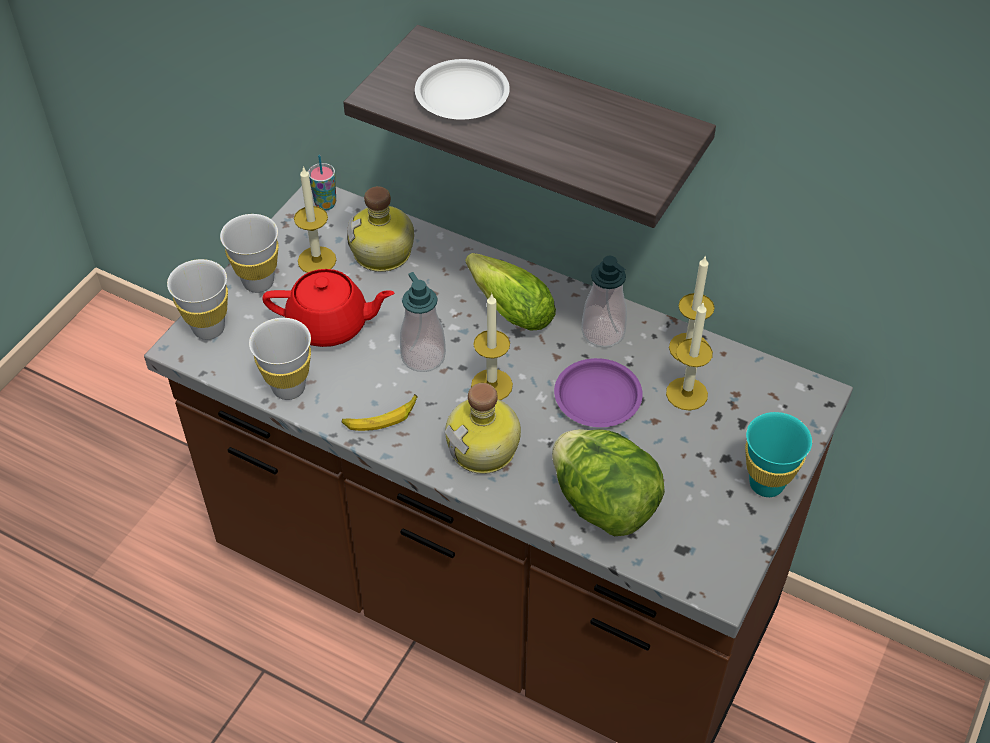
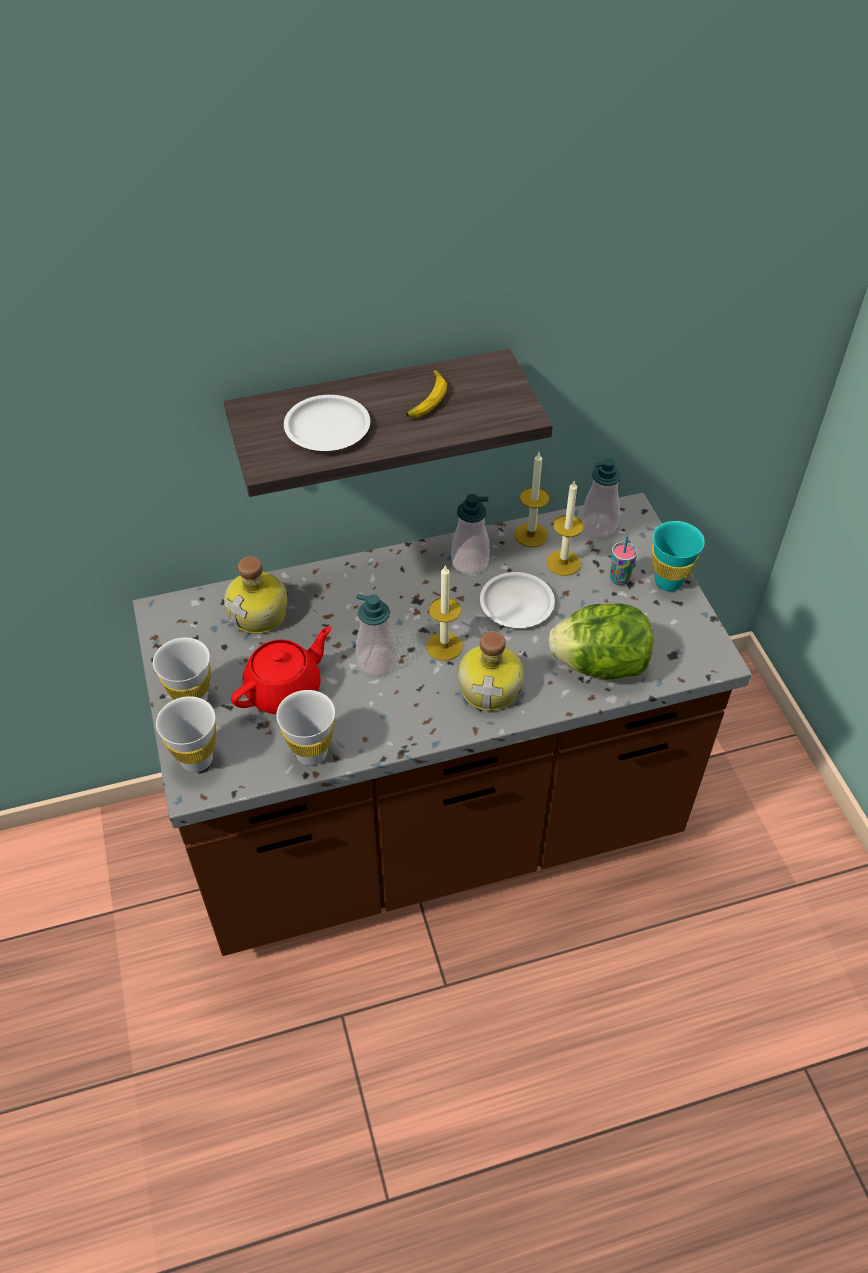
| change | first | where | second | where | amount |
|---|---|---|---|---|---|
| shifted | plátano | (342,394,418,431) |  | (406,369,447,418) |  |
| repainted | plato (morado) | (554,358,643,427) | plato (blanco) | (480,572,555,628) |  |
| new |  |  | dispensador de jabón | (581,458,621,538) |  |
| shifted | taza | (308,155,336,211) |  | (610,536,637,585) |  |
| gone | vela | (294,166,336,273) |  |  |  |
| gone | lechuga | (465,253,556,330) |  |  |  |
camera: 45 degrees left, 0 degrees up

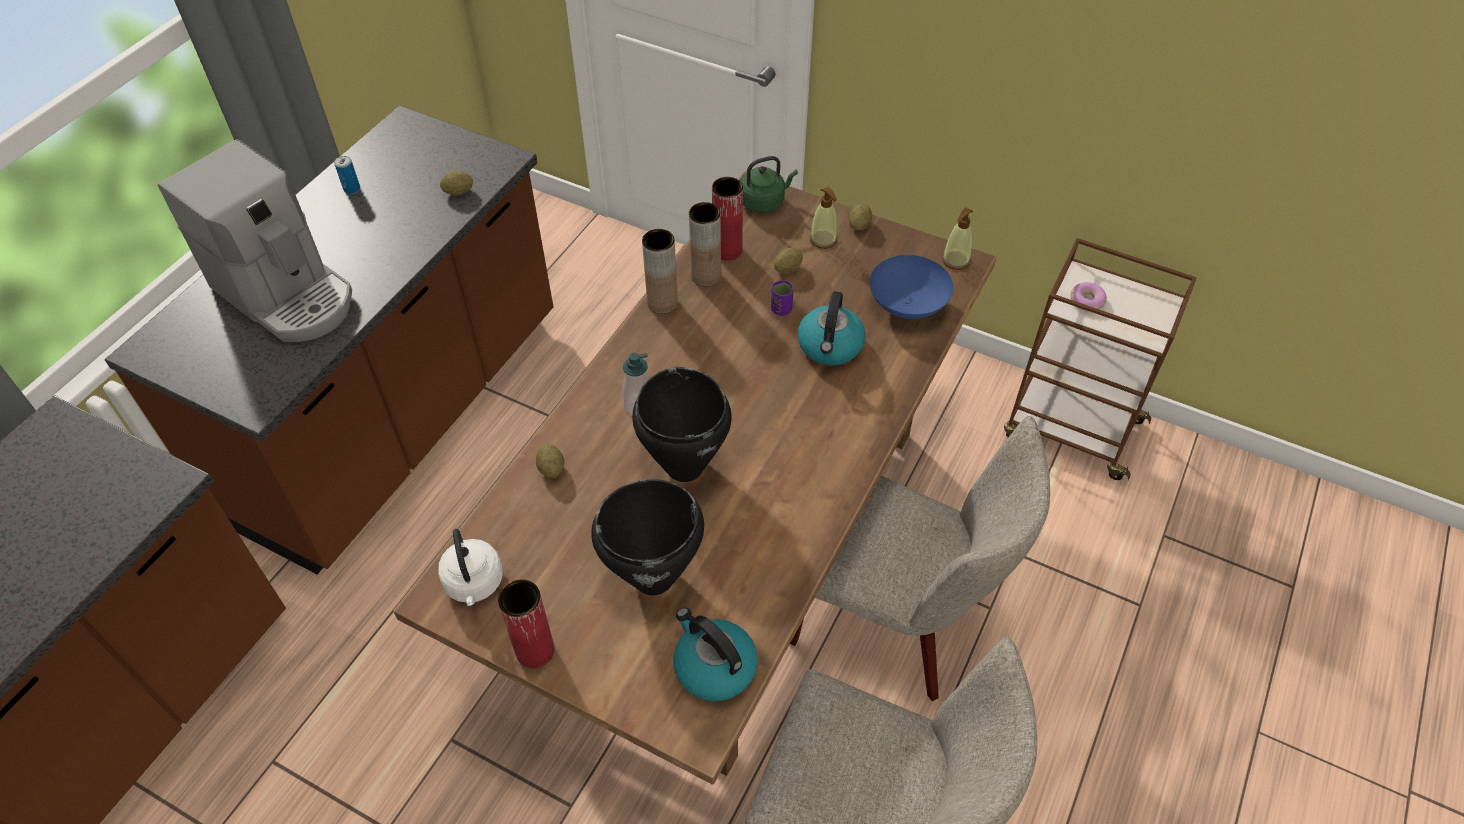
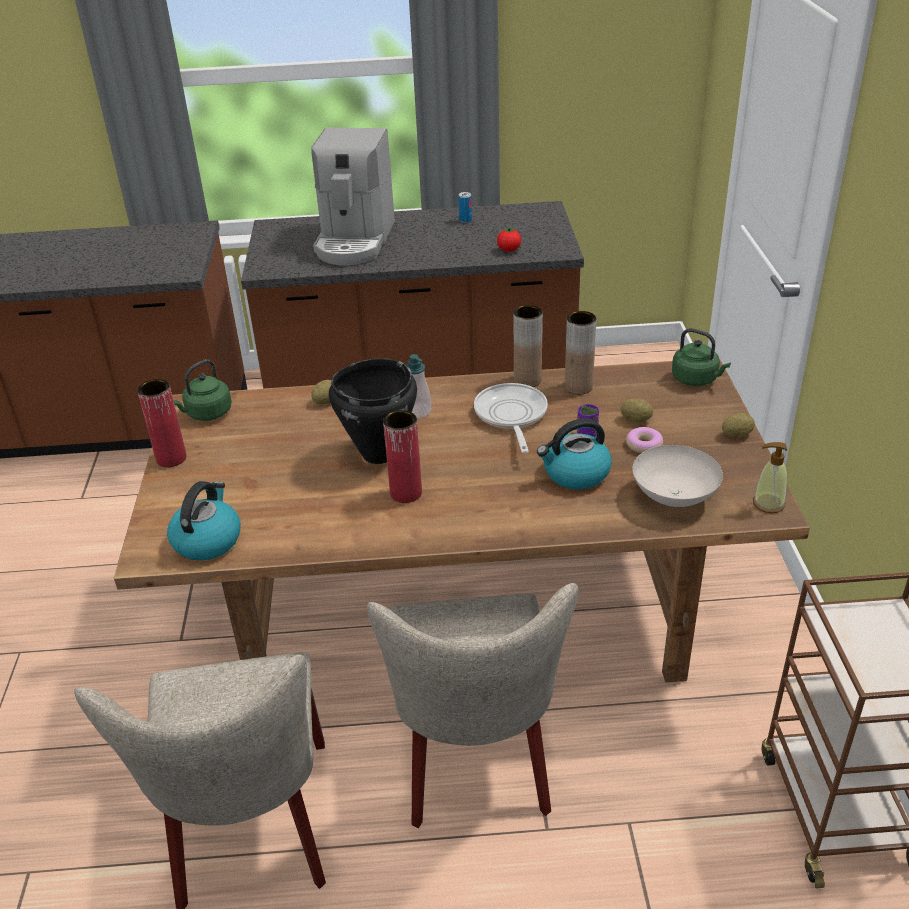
| change | first | where | second | where | amount |
|---|---|---|---|---|---|
| repainted | hervidor (blanco) | (438,529,503,606) | hervidor (verde) | (174,359,232,421) |  |
| shifted | florero (rojo) | (712,177,743,261) |  | (383,410,422,503) |  |
| new |  |  | sartén | (474,383,548,454) |  |
| swapped | patata | (440,171,473,195) | tomate | (497,227,521,252) |  |
| shifted | rosquilla | (1070,282,1107,311) |  | (626,427,663,453) |  |
| repainted | cuenco (azul) | (870,255,953,319) | cuenco (blanco) | (632,445,723,507) |  |
| gone | olla (negro) | (591,479,704,595) |  |  |  |
| gone | dispensador de jabón | (810,187,837,249) |  |  |  |
camera: 60 degrees right, 15 degrees down

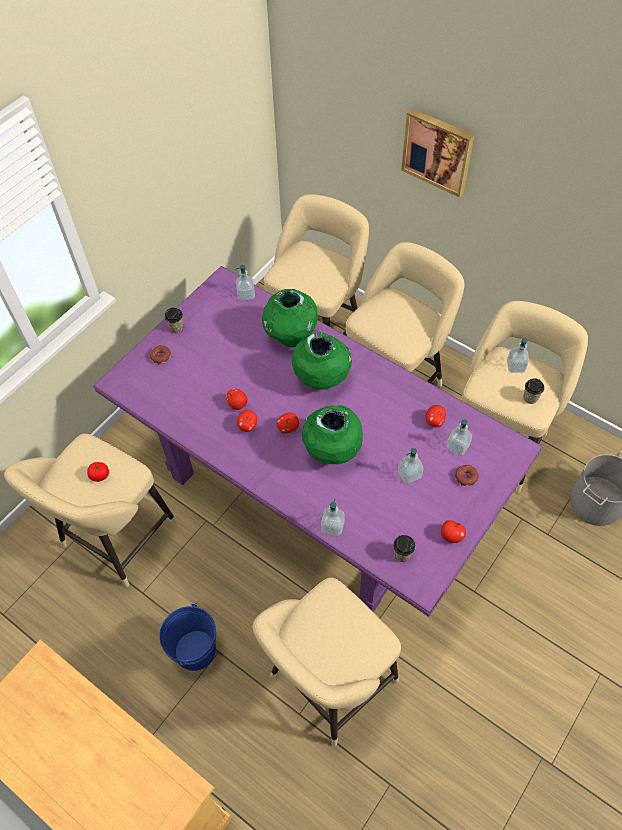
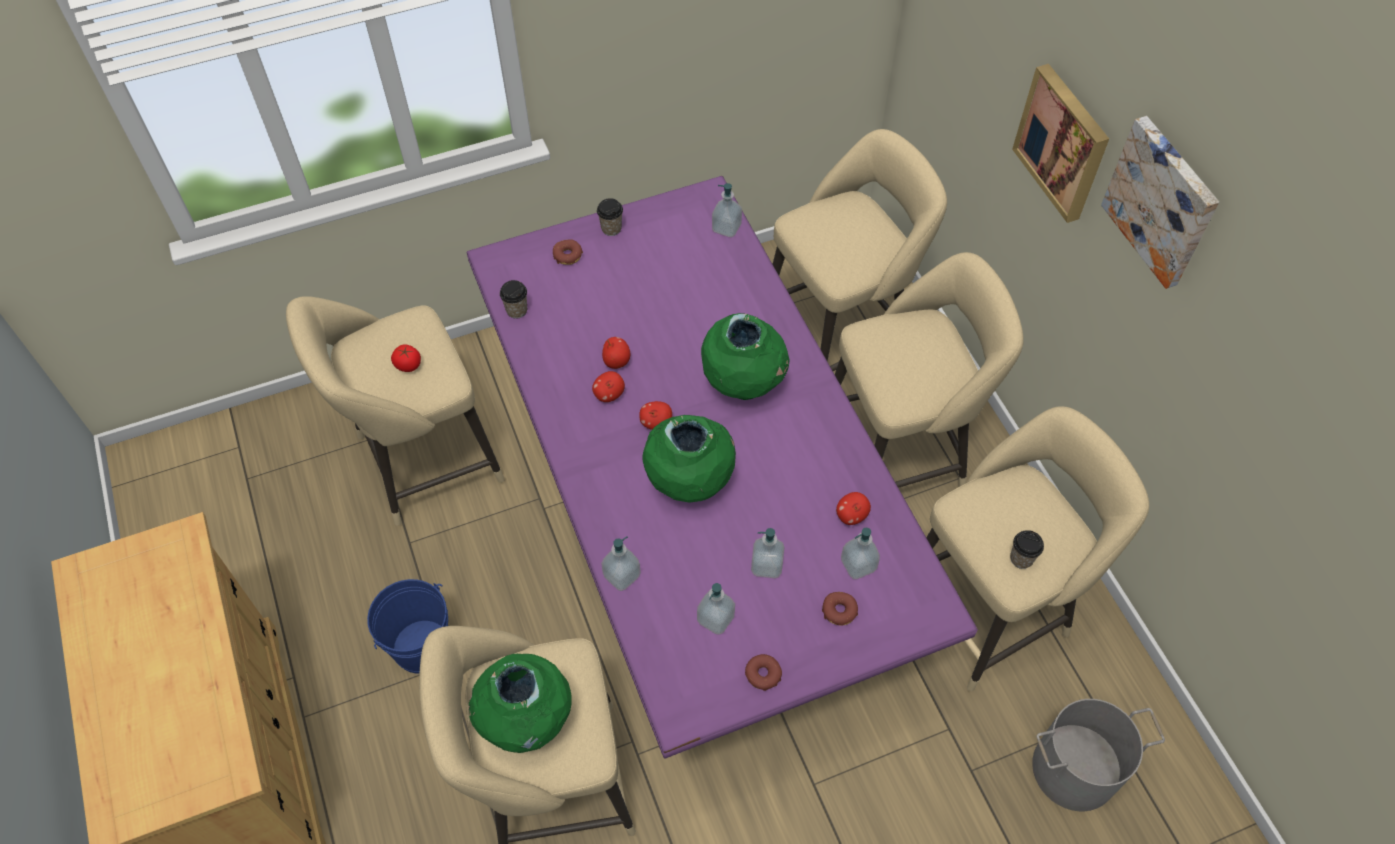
| change | first | where | second | where | amount |
|---|---|---|---|---|---|
| shifted | florero (verde) | (262,289,318,348) |  | (468,654,571,753) |  |
| shifted | taza | (393,535,415,562) |  | (500,280,527,319) |  |
| shifted | dispensador de jabón | (507,338,529,373) |  | (697,583,735,635) |  |
| swapped | manzana | (441,520,466,543) | rosquilla | (745,654,782,691) |  |
| new |  |  | cuadro | (1101,116,1219,289) |  |
camera: 30 degrees right, 0 degrees up

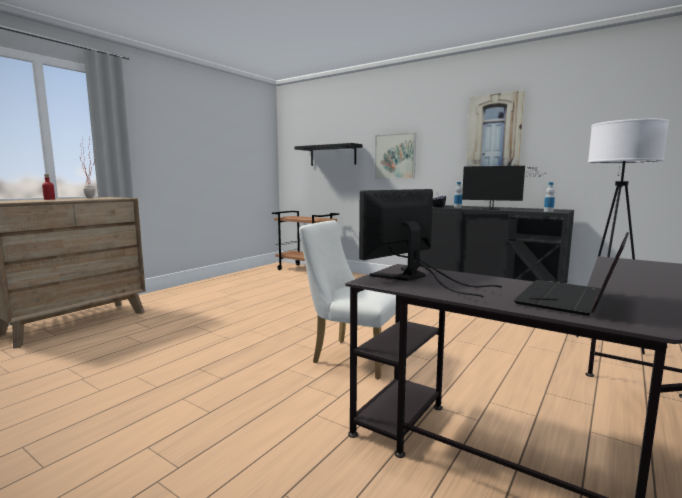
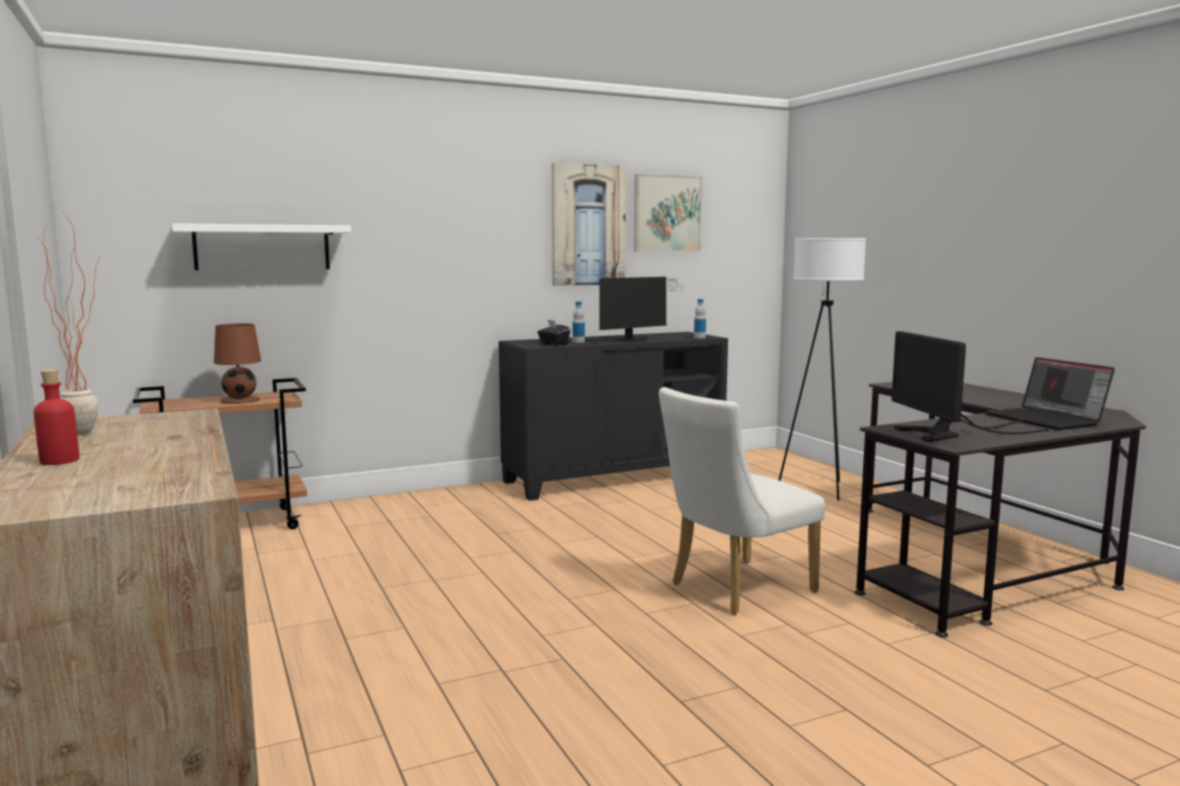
| change | first | where | second | where | amount |
|---|---|---|---|---|---|
| repainted | estante (negro) | (294,143,362,166) | estante (blanco) | (172,223,351,270) |  |
| new |  |  | lámpara de mesa (marrón) | (214,323,261,404) |  |
| shifted | cuadro | (375,133,416,179) |  | (634,174,702,252) |  |
camera: 60 degrees left, 0 degrees up

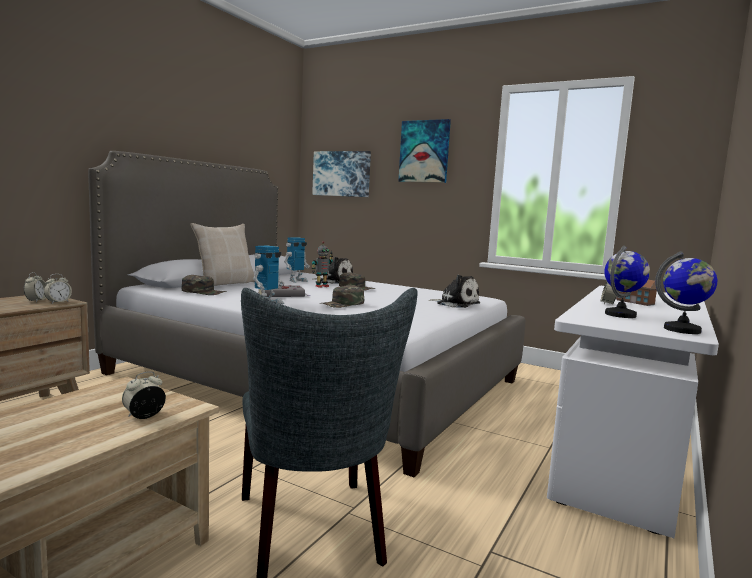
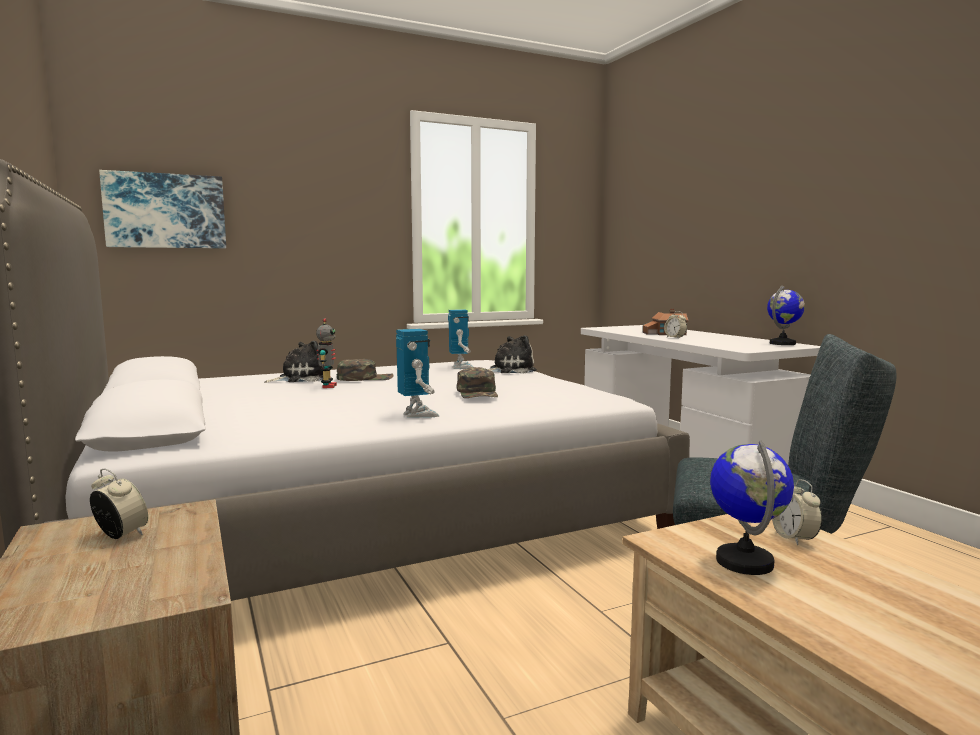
| change | first | where | second | where | amount |
|---|---|---|---|---|---|
| shifted | robot de juguete | (284,237,310,283) |  | (448,309,474,369) |  |
| shifted | globo terráqueo | (604,246,650,318) |  | (710,440,794,575) |  |
| gone | despertador | (44,274,72,303) |  |  |  |
| gone | gorra (verde) | (182,275,227,295) |  |  |  |
| gone | cojín (beis) | (191,223,255,286) |  |  |  |
| gone | libro (gris) | (258,285,311,297) |  |  |  |
| gone | cuadro | (398,119,451,183) |  |  |  |
camera: 55 degrees left, 0 degrees up

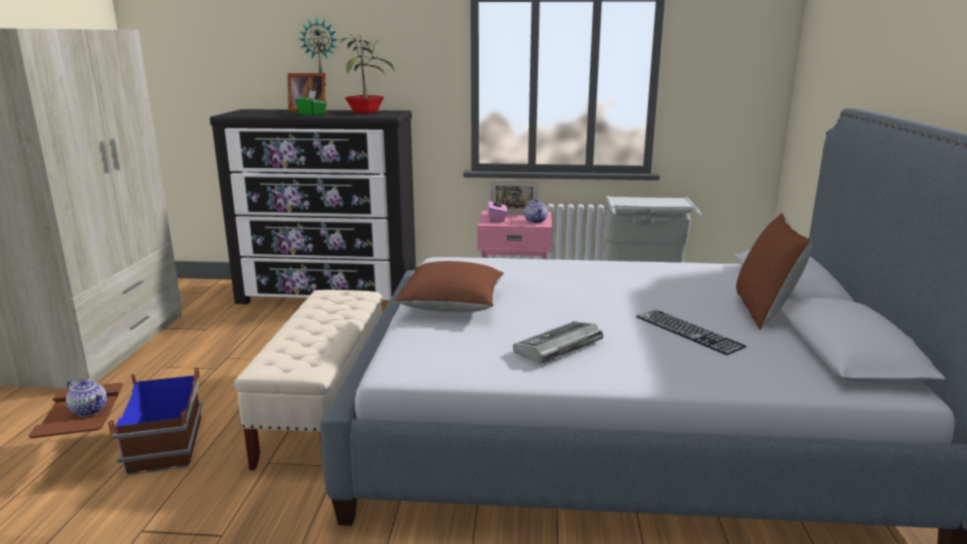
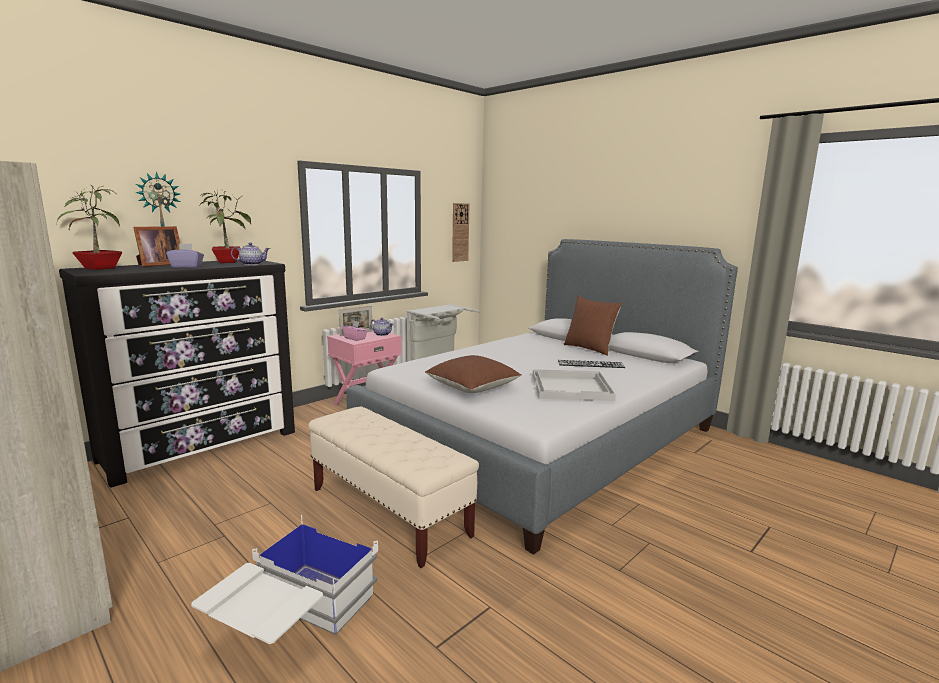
| change | first | where | second | where | amount |
|---|---|---|---|---|---|
| new |  |  | planta en maceta | (57,186,122,270) |  |
| repainted | caja de pañuelos (verde) | (295,91,327,116) | caja de pañuelos (morado) | (166,243,204,268) |  |
| repainted | caja de almacenaje (marrón) | (29,367,203,475) | caja de almacenaje (blanco) | (191,515,378,644) |  |
| shifted | tetera | (66,379,107,416) |  | (231,242,270,265) |  |
| new |  |  | reloj de pared | (452,203,469,262) |  |
| swapped | teclado | (513,321,603,363) | bandeja (blanco) | (533,369,616,401) |  |
camera: 50 degrees left, 5 degrees down

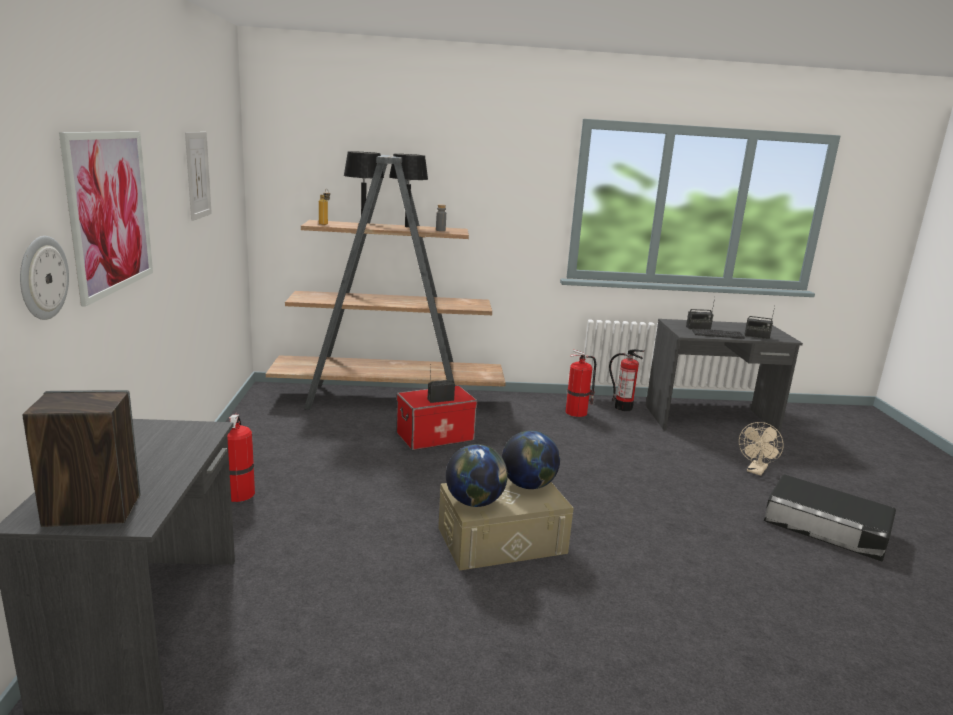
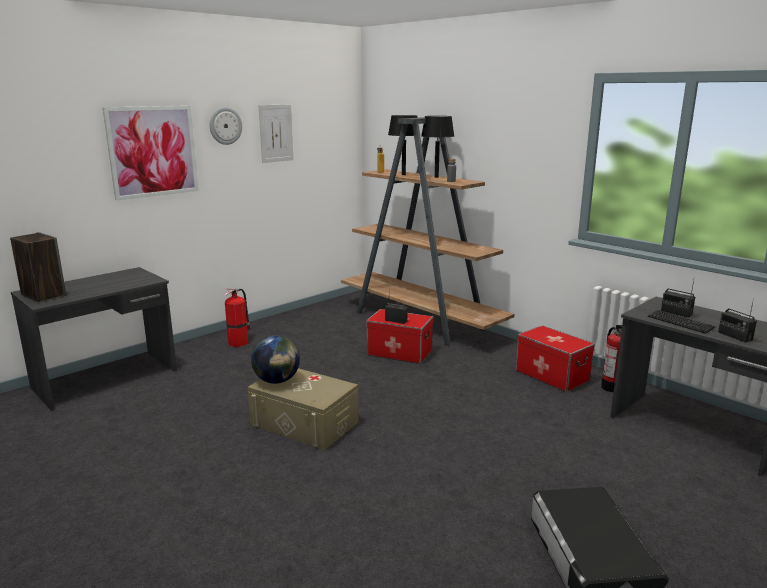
| change | first | where | second | where | amount |
|---|---|---|---|---|---|
| shifted | reloj de pared | (20,236,69,320) |  | (210,107,242,145) |  |
| swapped | extintor | (565,349,596,417) | caja de almacenaje | (516,326,595,392) |  |
| gone | globo terráqueo | (502,430,560,489) |  |  |  |
| gone | ventilador (beis) | (739,422,784,476) |  |  |  |
camera: 50 degrees right, 0 degrees up

